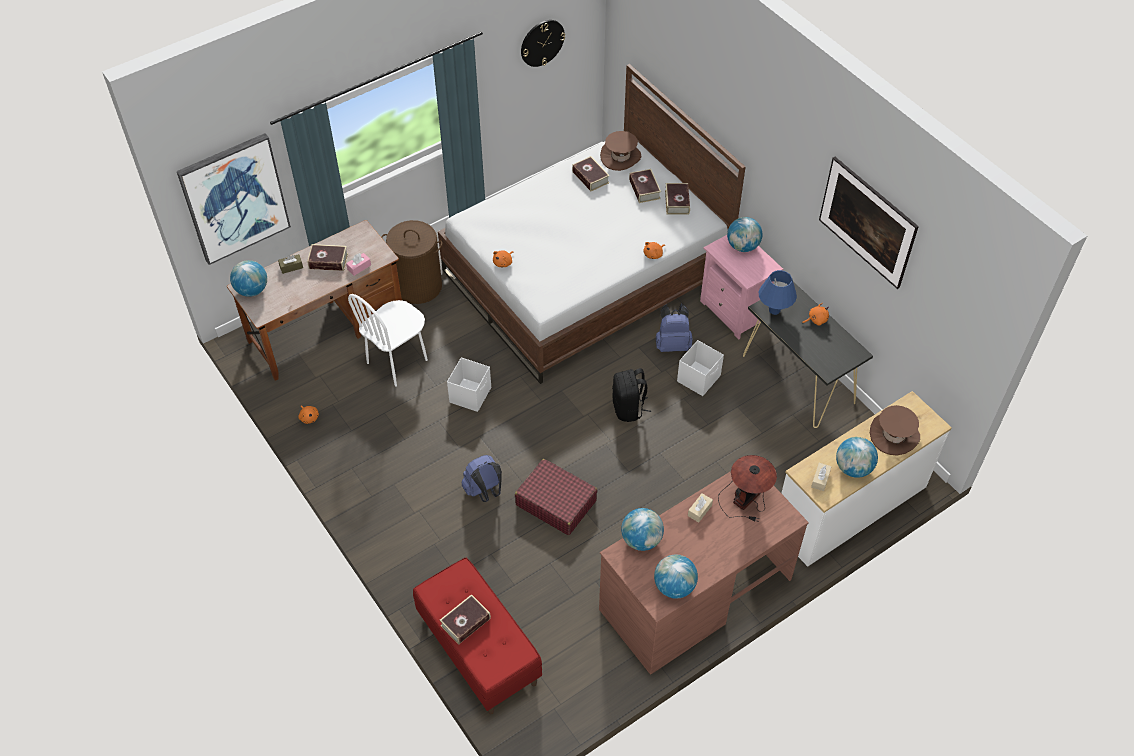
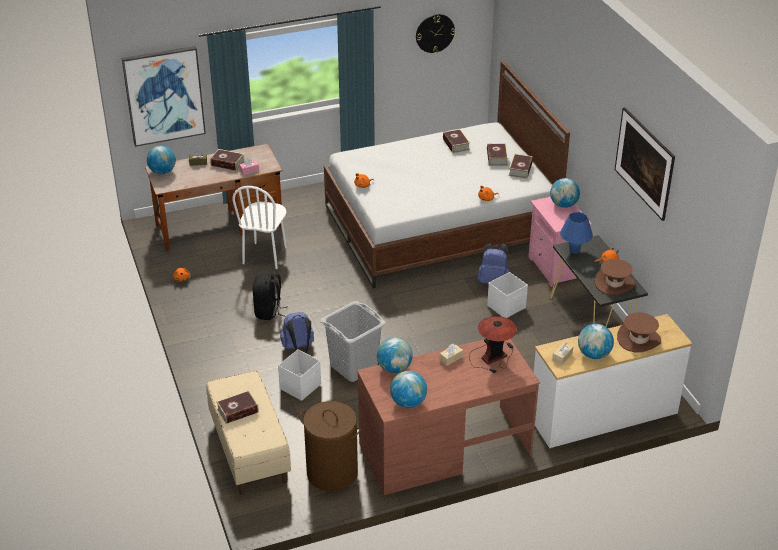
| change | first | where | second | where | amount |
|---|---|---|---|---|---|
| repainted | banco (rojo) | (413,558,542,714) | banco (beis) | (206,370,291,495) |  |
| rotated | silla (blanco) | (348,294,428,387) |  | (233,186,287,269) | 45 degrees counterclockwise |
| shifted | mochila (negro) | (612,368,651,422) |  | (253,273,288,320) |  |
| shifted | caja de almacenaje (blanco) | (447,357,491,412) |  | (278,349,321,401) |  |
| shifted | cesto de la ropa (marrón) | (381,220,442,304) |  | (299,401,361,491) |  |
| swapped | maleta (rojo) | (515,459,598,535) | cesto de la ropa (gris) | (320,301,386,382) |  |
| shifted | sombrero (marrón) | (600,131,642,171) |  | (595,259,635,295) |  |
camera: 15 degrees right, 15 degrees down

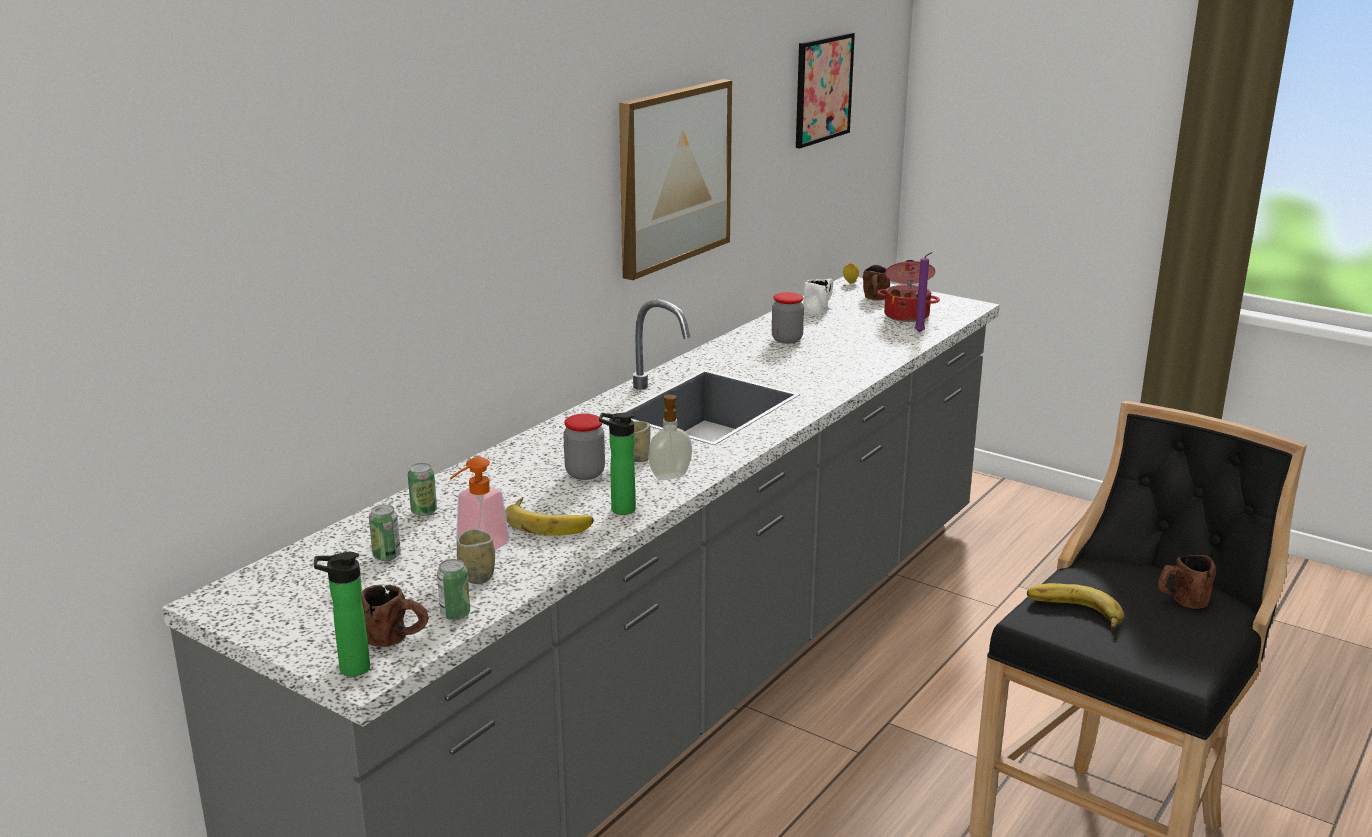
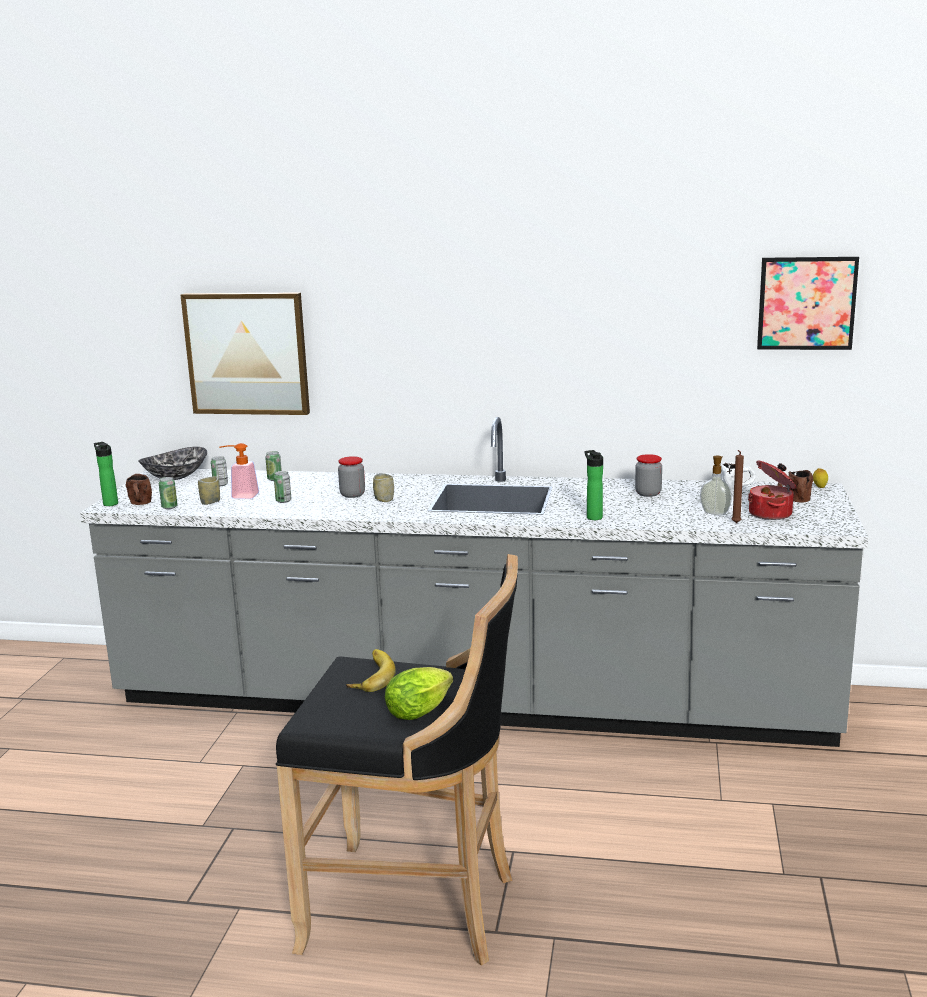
| change | first | where | second | where | amount |
|---|---|---|---|---|---|
| new |  |  | cuenco | (138,447,207,480) |  |
| shifted | cuadro | (619,79,732,280) |  | (180,293,310,415) |  |
| swapped | plátano | (505,497,593,536) | lata | (274,471,292,503) |  |
| swapped | taza grande (marrón) | (1158,555,1216,609) | lechuga | (385,667,453,720) |  |
| shifted | botella | (599,412,635,515) |  | (585,450,603,520) |  |
| shifted | dispensador de jabón | (648,395,692,480) |  | (700,456,732,515) |  |
| repainted | vela (morado) | (915,252,932,332) | vela (marrón) | (732,450,744,523) |  |
camera: 65 degrees right, 5 degrees down

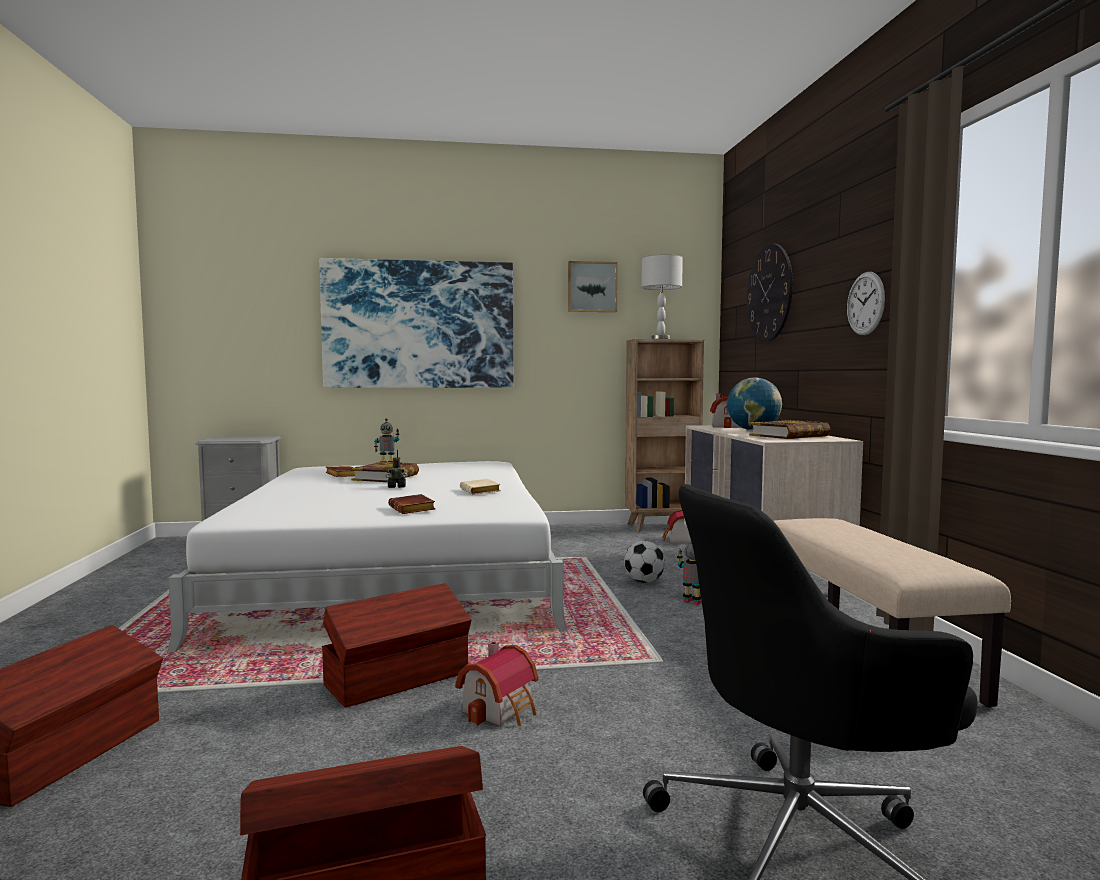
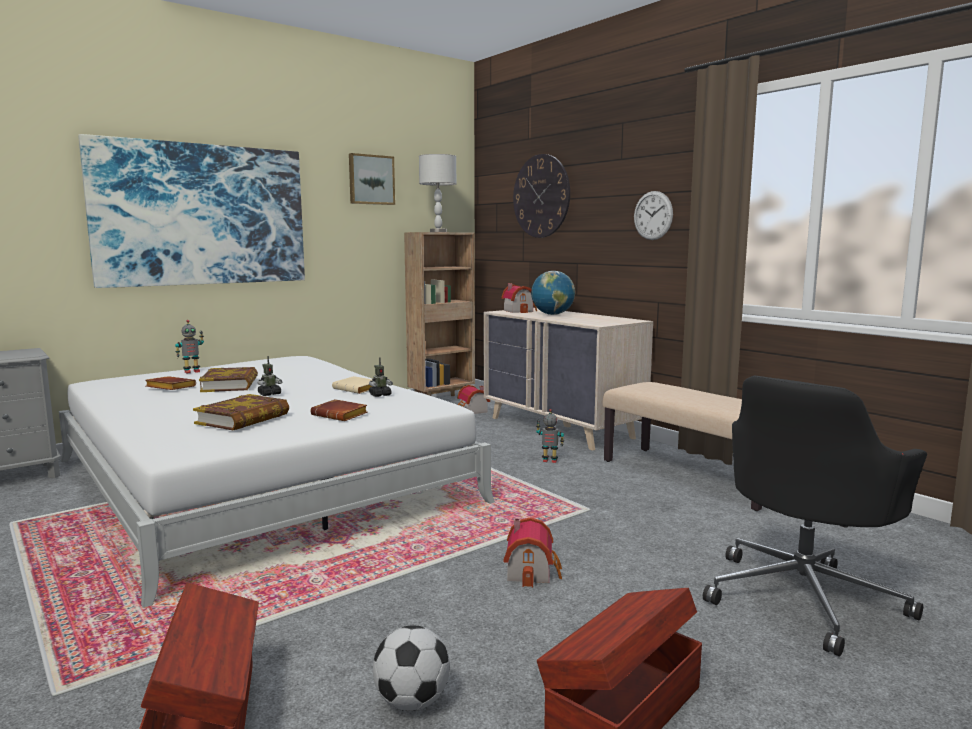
| change | first | where | second | where | amount |
|---|---|---|---|---|---|
| shifted | libro | (749,420,831,439) |  | (193,394,289,430) |  |
| new |  |  | robot de juguete | (369,357,393,397) |  |
| shifted | balón de fútbol | (624,541,665,583) |  | (373,625,450,711) |  |
| gone | caja de almacenaje (marrón) | (322,583,471,708) |  |  |  |
camera: 30 degrees left, 5 degrees up

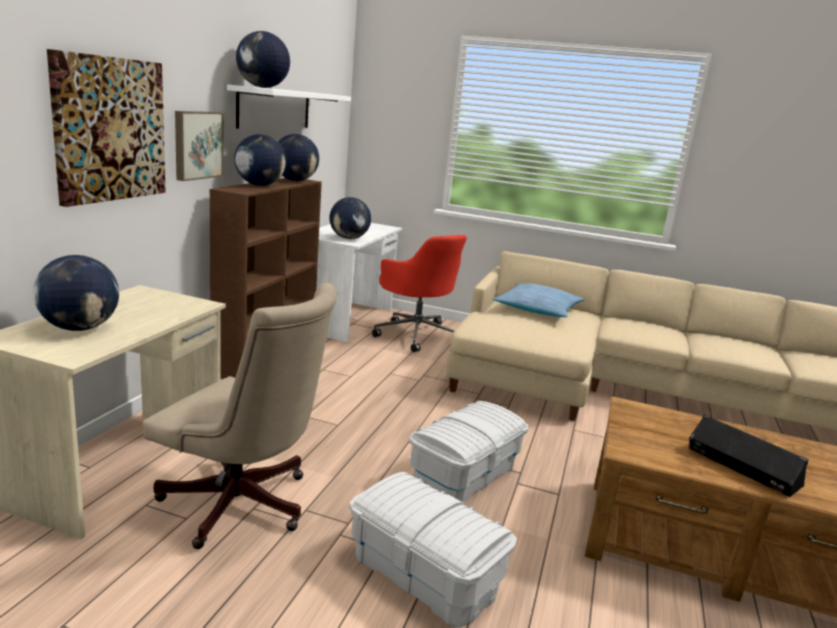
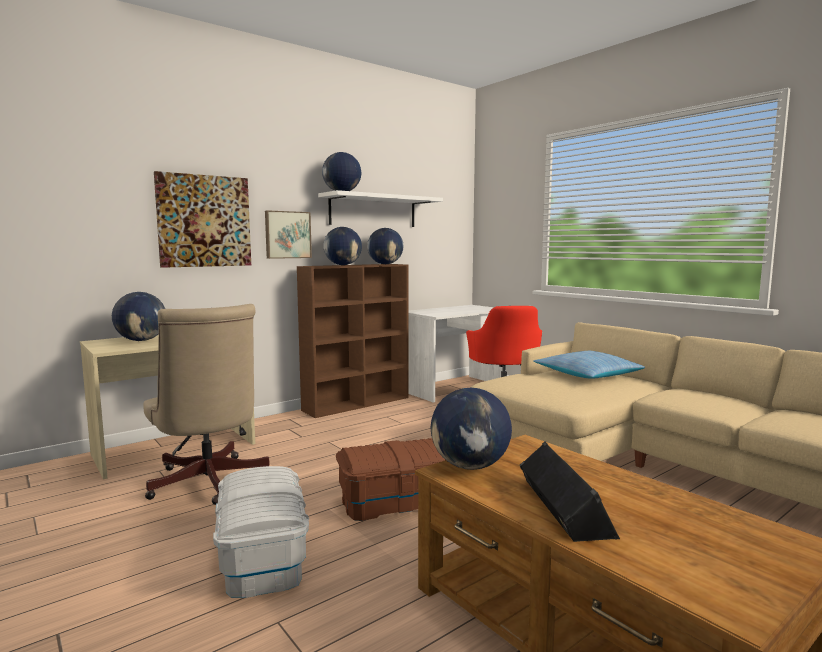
| change | first | where | second | where | amount |
|---|---|---|---|---|---|
| repainted | caja de almacenaje (blanco) | (409,401,528,503) | caja de almacenaje (marrón) | (336,438,445,521) |  |
| shifted | globo terráqueo | (329,197,371,239) |  | (431,388,512,470) |  |
camera: 35 degrees right, 10 degrees down

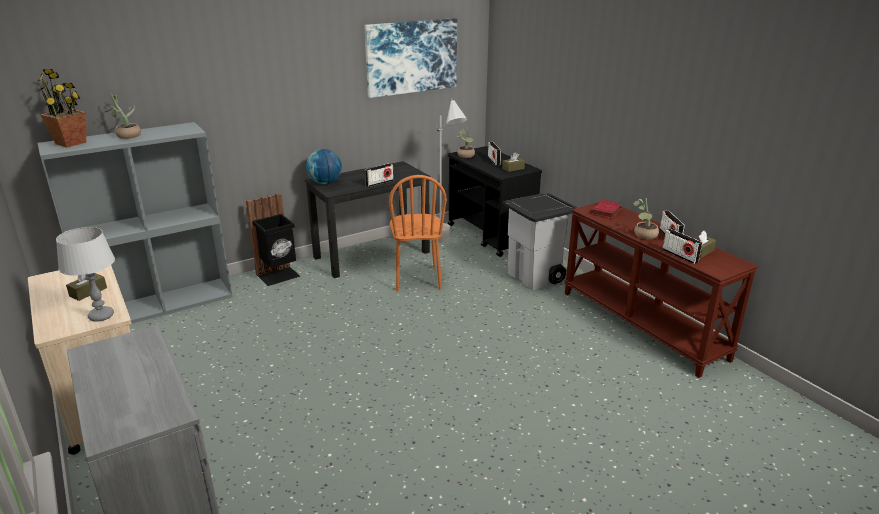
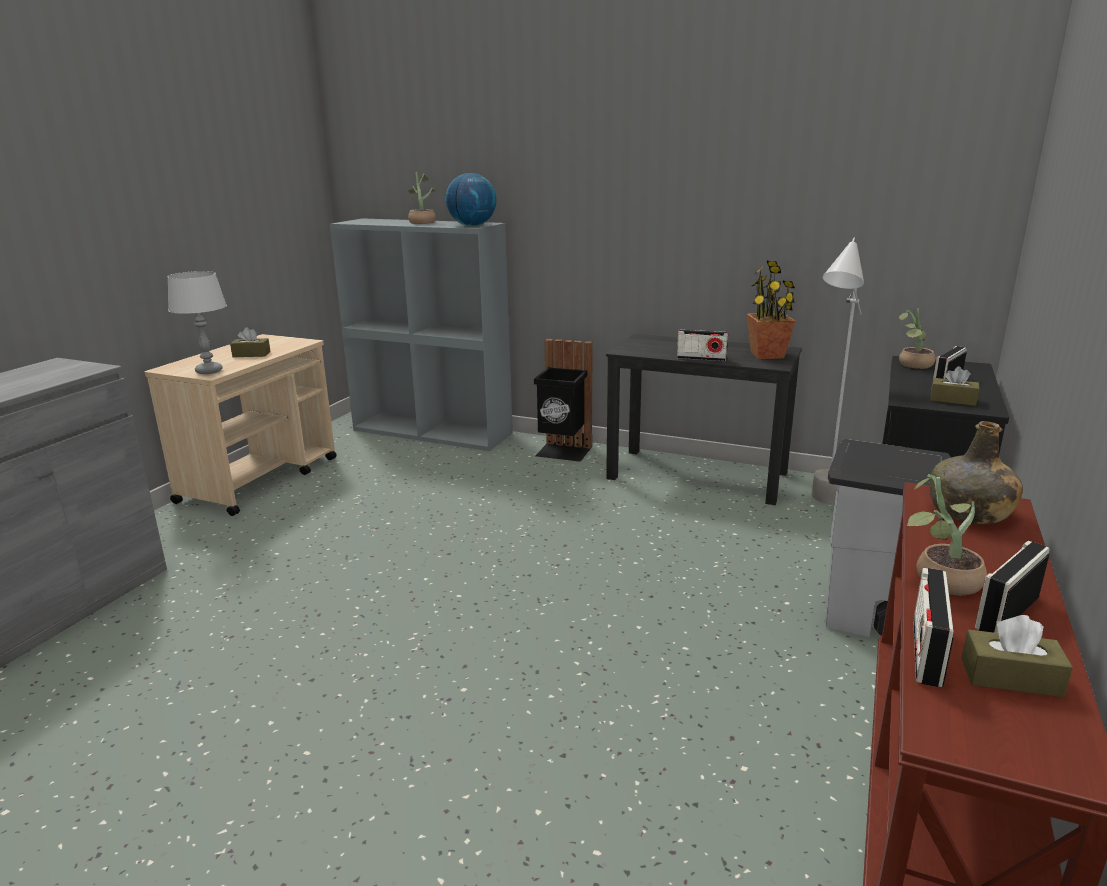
| change | first | where | second | where | amount |
|---|---|---|---|---|---|
| shifted | globo terráqueo | (306,149,342,184) |  | (446,173,497,226) |  |
| shifted | planta en maceta | (38,69,86,147) |  | (747,261,796,359) |  |
| swapped | libro (rojo) | (591,200,622,219) | botella (verde) | (930,421,1023,524) |  |
| gone | cuadro | (364,18,457,98) |  |  |  |
| gone | silla (naranja) | (389,175,447,291) |  |  |  |
camera: 55 degrees right, 5 degrees down

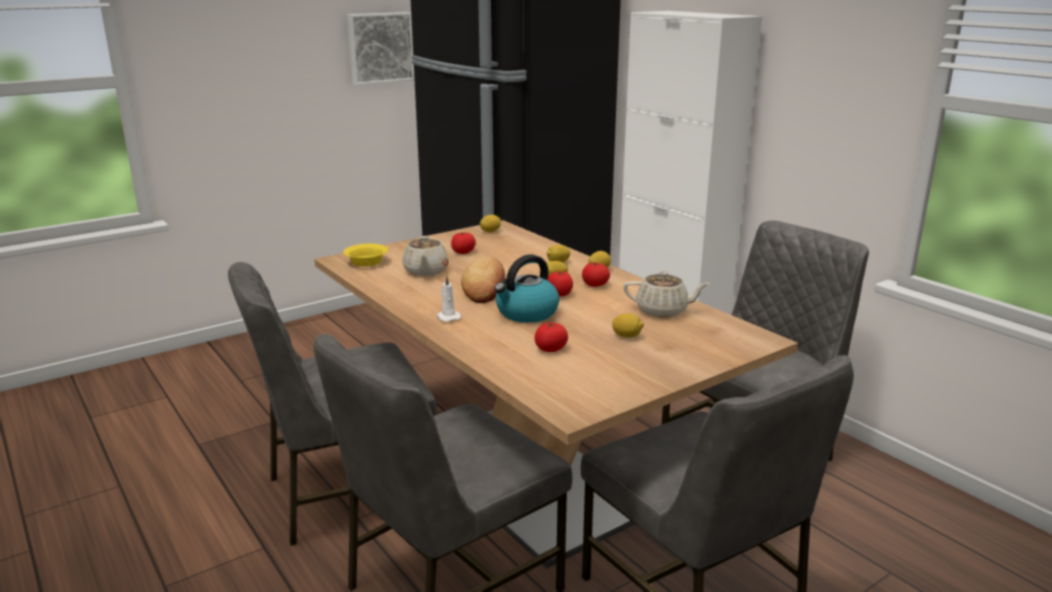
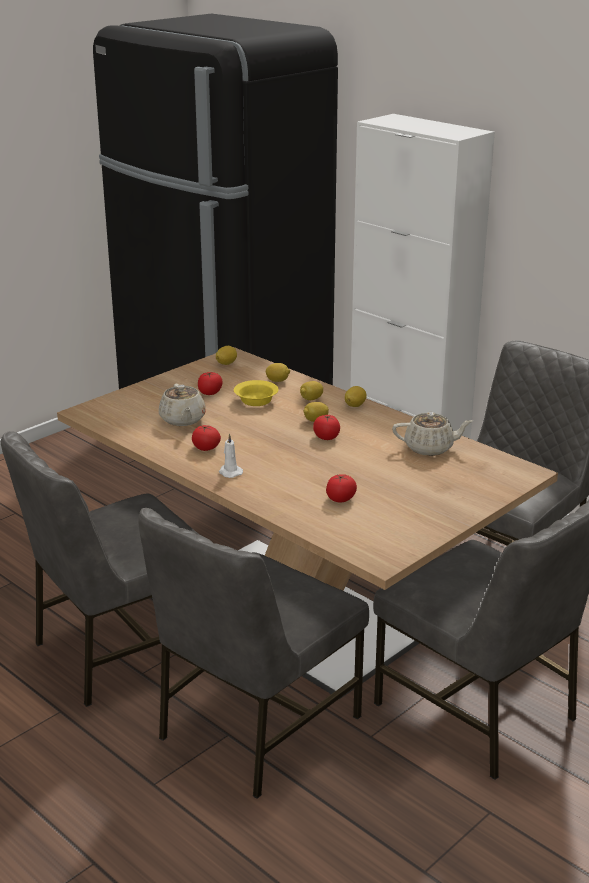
| change | first | where | second | where | amount |
|---|---|---|---|---|---|
| shifted | tomate | (582,262,610,287) |  | (192,425,221,451) |  |
| shifted | cuenco (amarillo) | (343,244,388,267) |  | (234,380,279,406) |  |
| shifted | limón | (612,313,644,338) |  | (266,363,290,382) |  |
| gone | cuadro | (347,12,415,85) |  |  |  |
| gone | pan | (461,257,505,303) |  |  |  |
| gone | hervidor | (494,254,559,323) |  |  |  |
camera: 10 degrees left, 5 degrees up

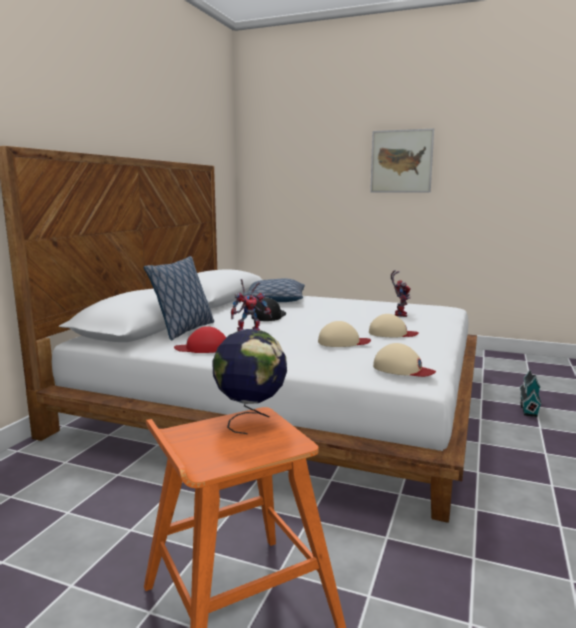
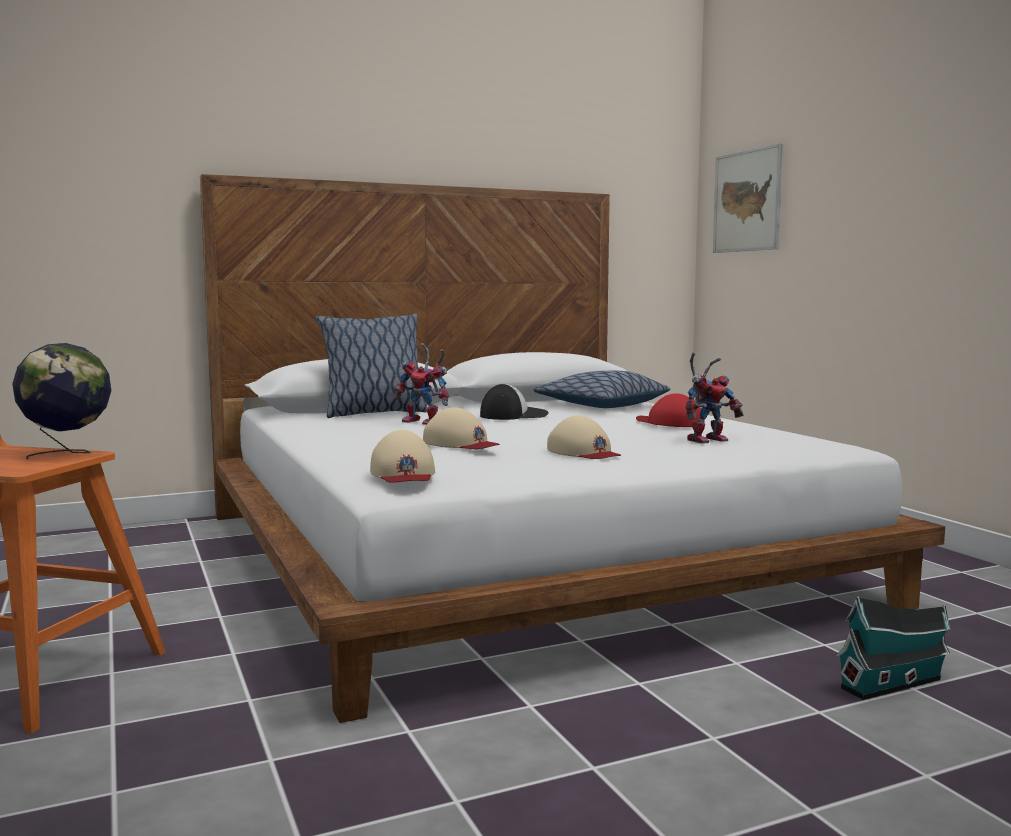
| change | first | where | second | where | amount |
|---|---|---|---|---|---|
| shifted | gorra (rojo) | (174,326,226,353) |  | (636,393,704,427) |  |
| shifted | cuadro | (370,128,434,192) |  | (713,143,783,253) |  |
camera: 45 degrees right, 5 degrees down

